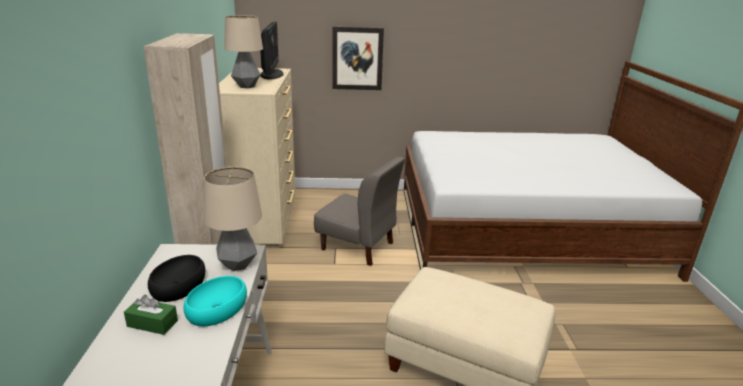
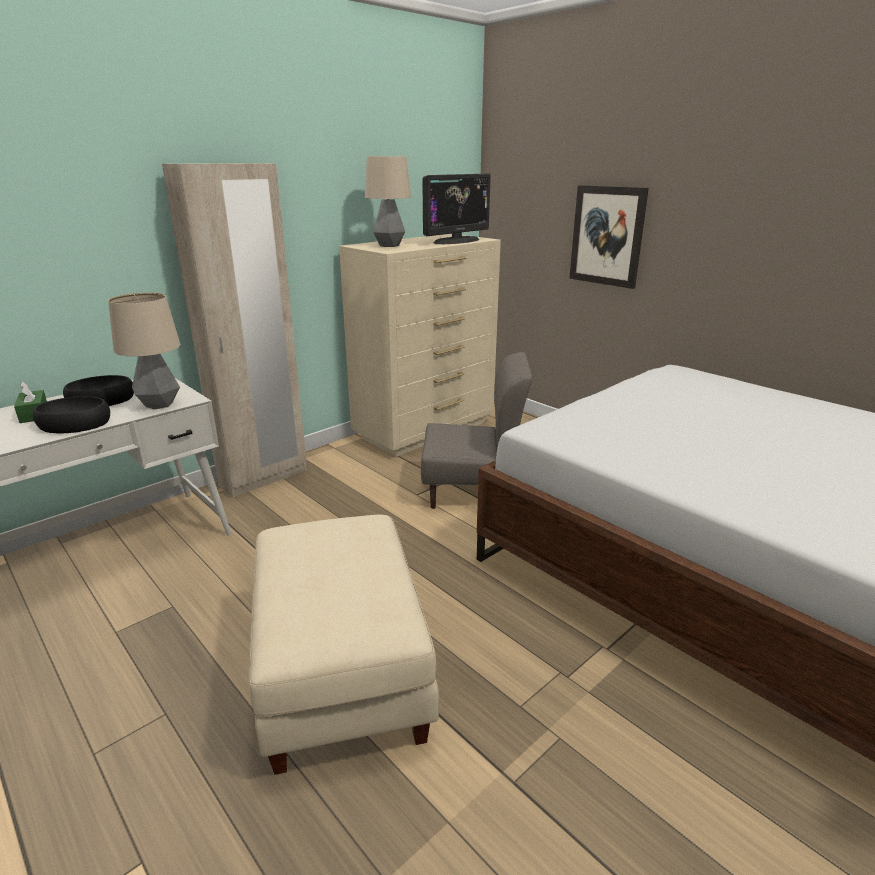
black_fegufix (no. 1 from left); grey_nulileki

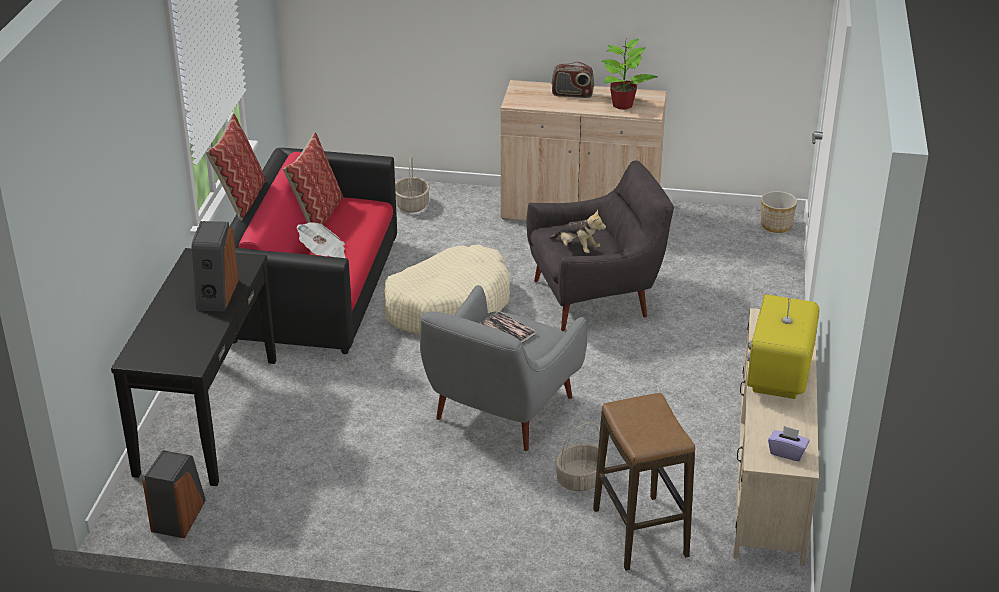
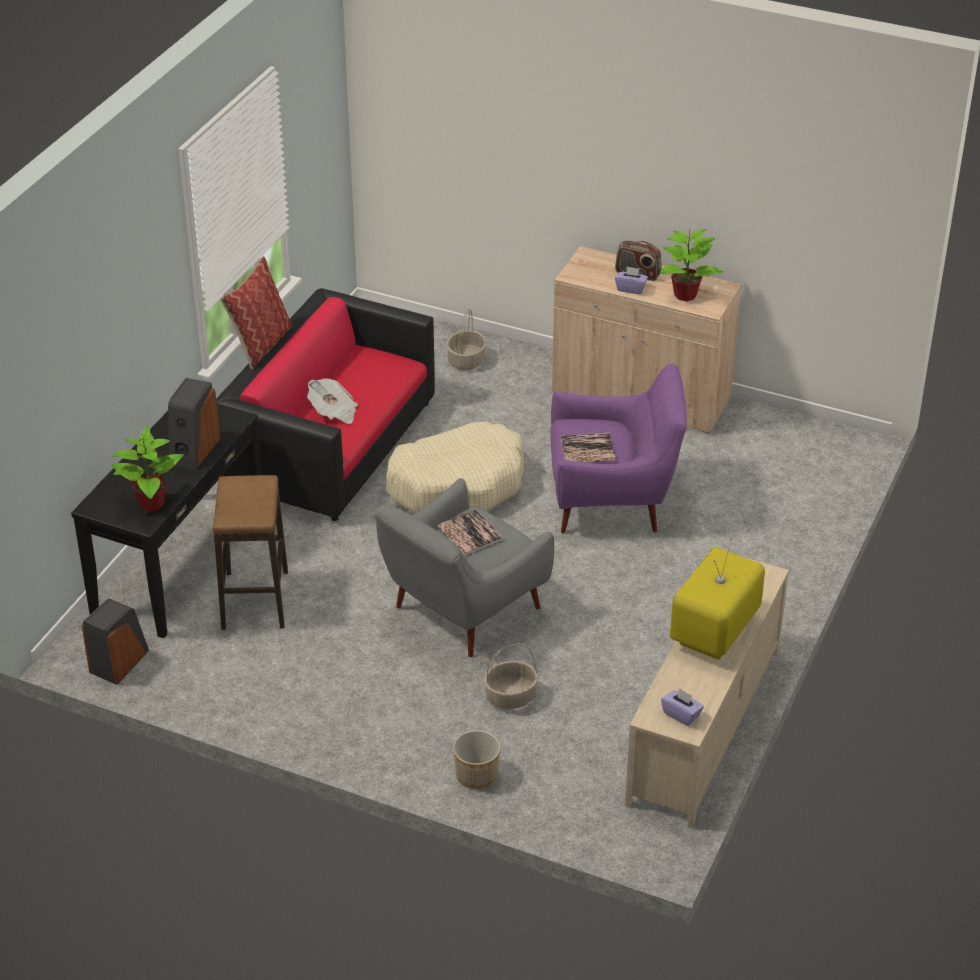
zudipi (no. 2 from left in the first image); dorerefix (no. 1 from left); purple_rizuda (no. 1 from left); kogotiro; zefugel; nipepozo (no. 2 from left); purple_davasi

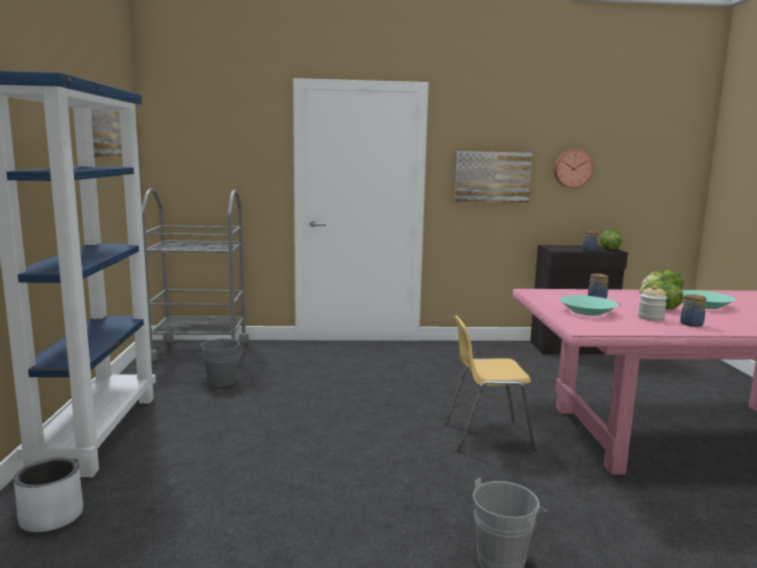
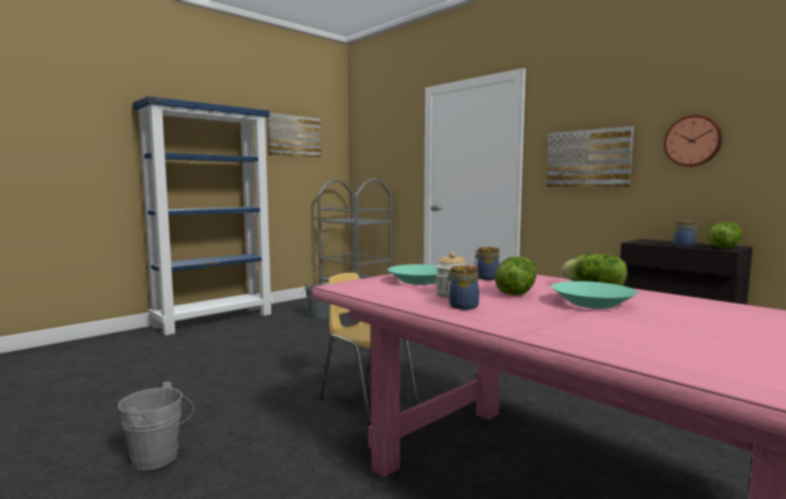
grey_zefugel

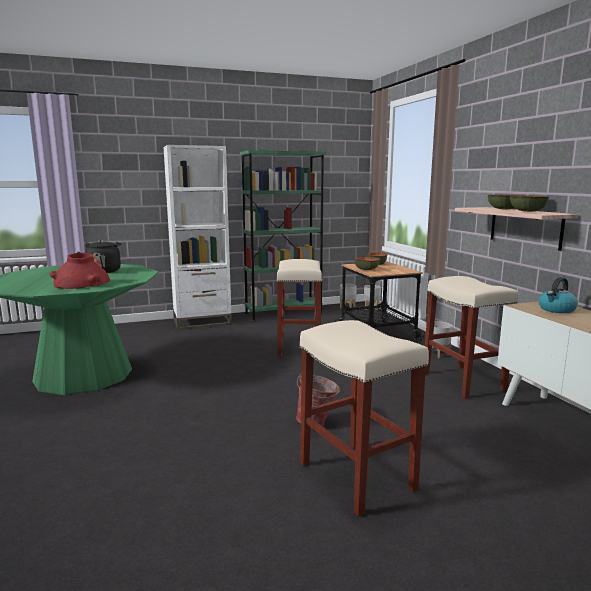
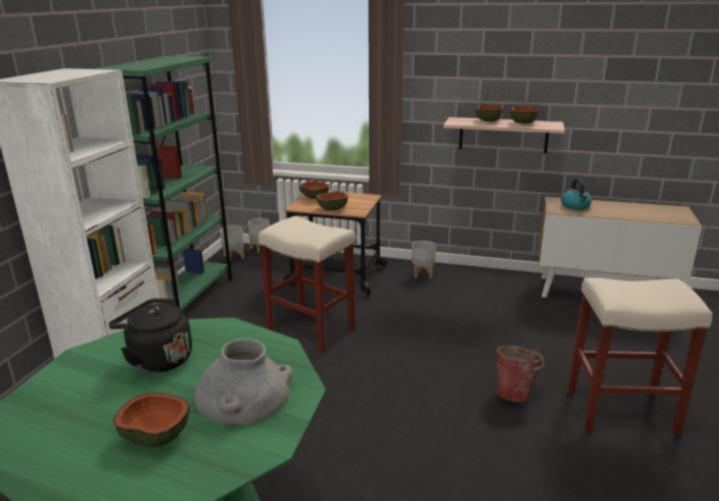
beige_kogotiro (no. 3 from left in the first image); fegufix (no. 1 from left); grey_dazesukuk

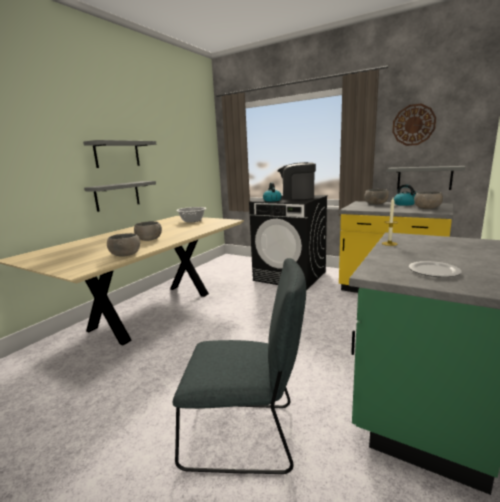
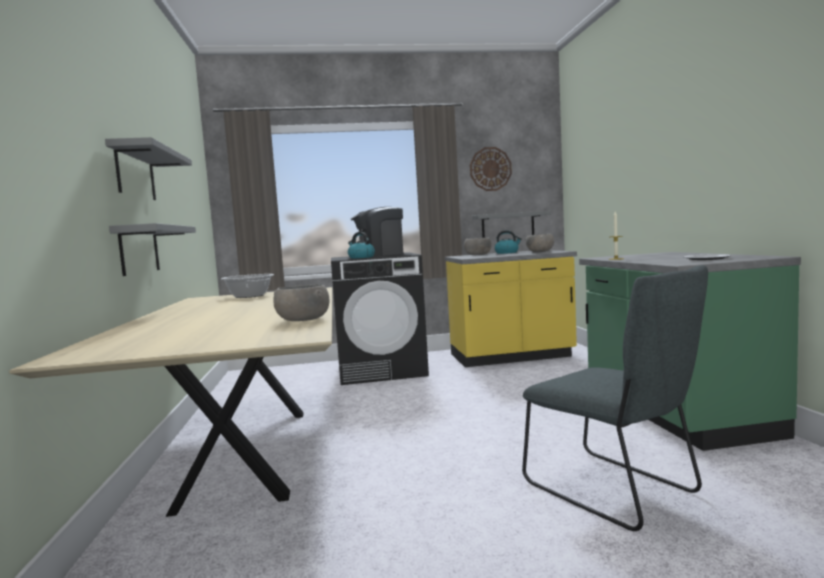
grey_fegufix (no. 2 from left in the first image); grey_nulileki

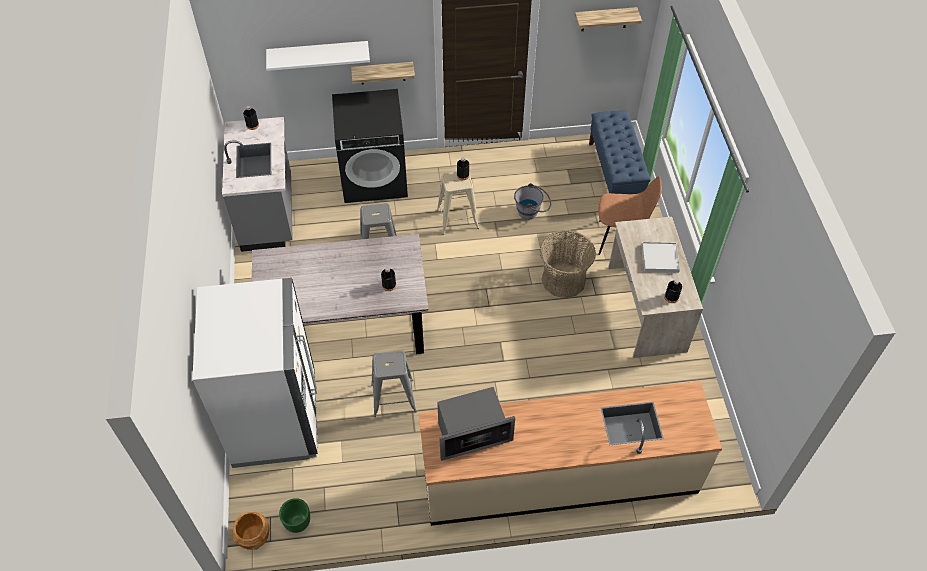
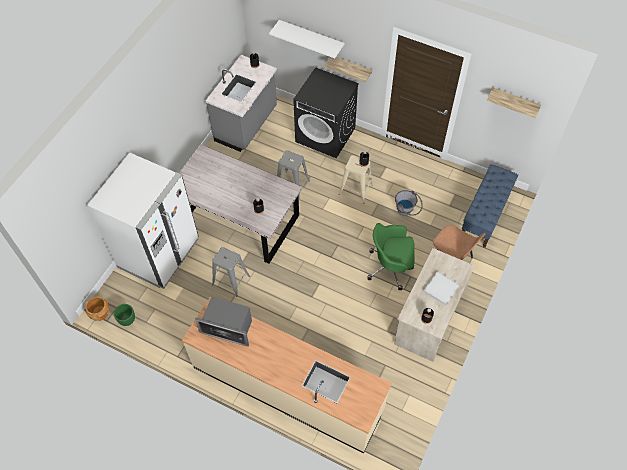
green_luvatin

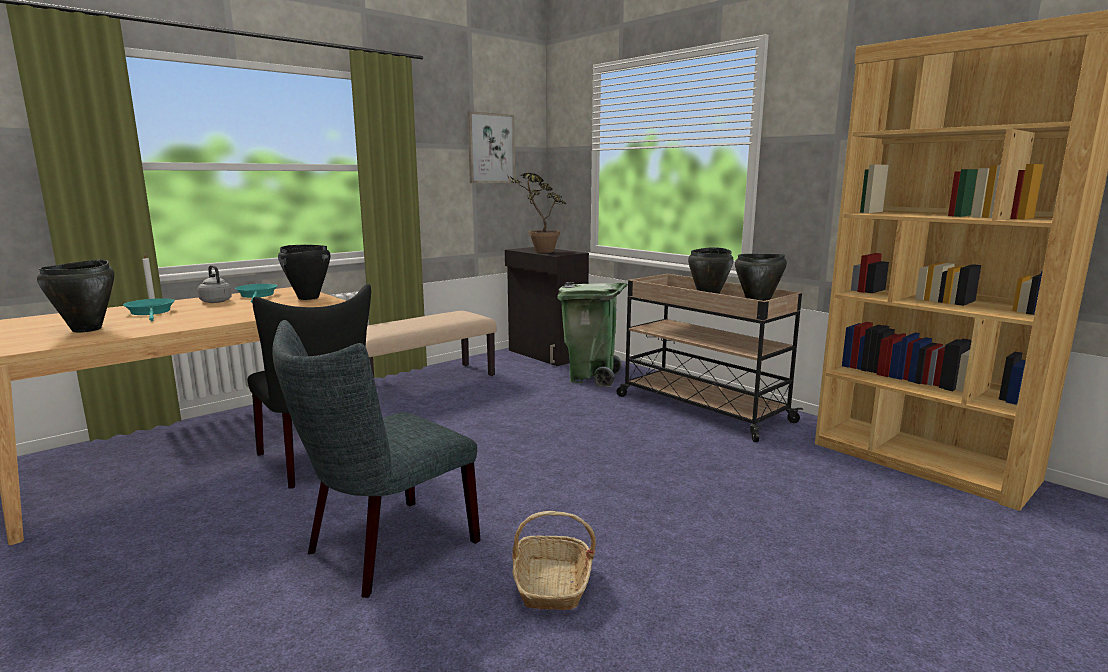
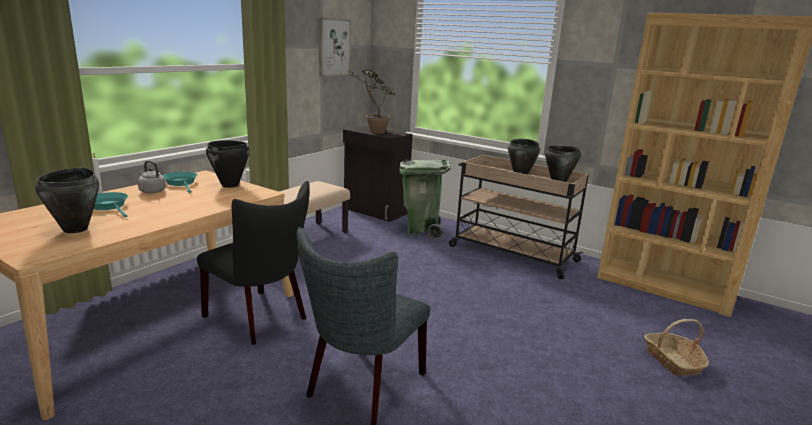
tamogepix

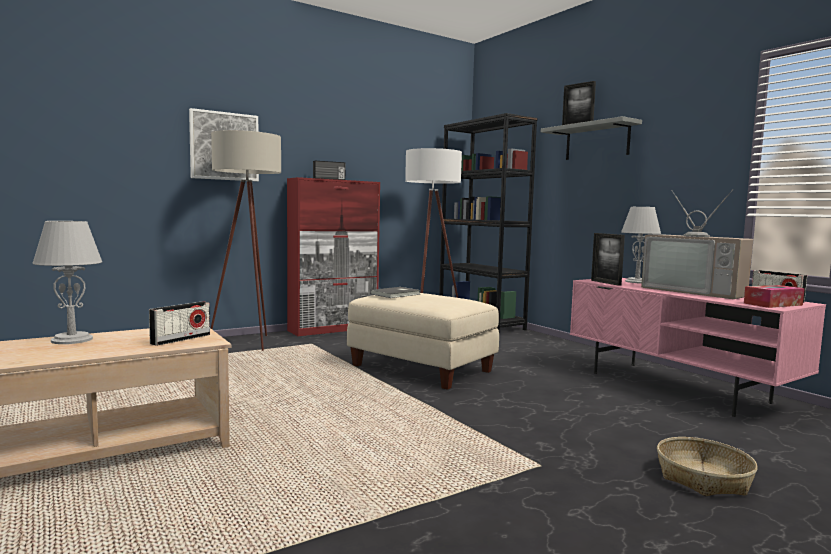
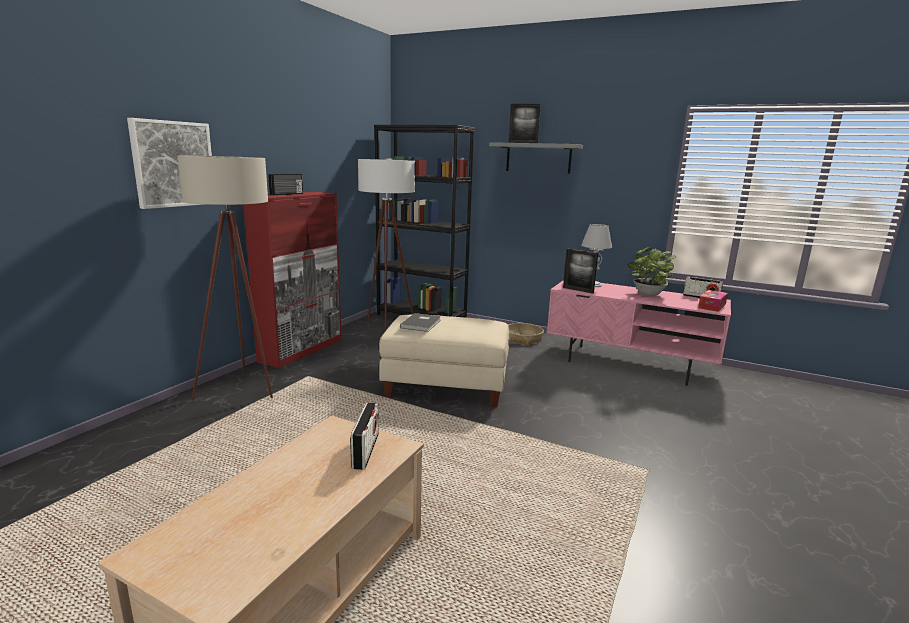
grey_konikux (no. 1 from left in the first image); tamogepix; dorerefix

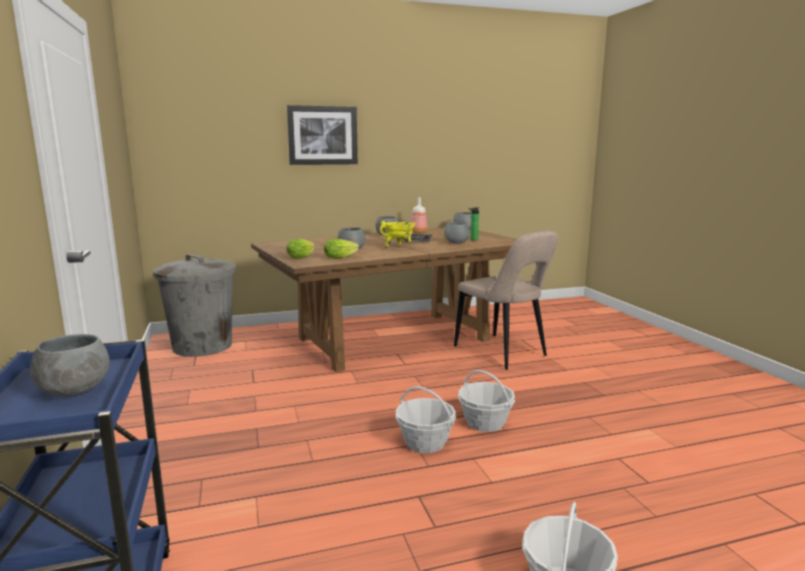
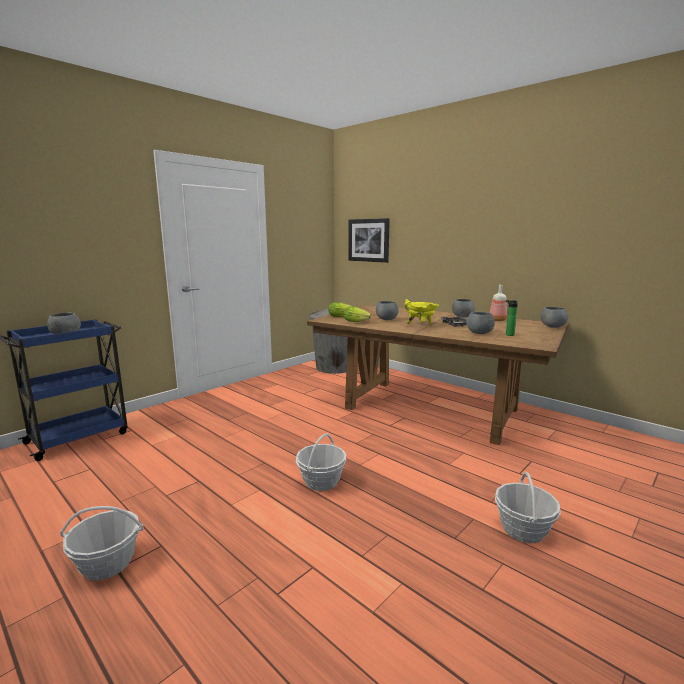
beige_nulileki; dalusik; tamogepix (no. 3 from left)

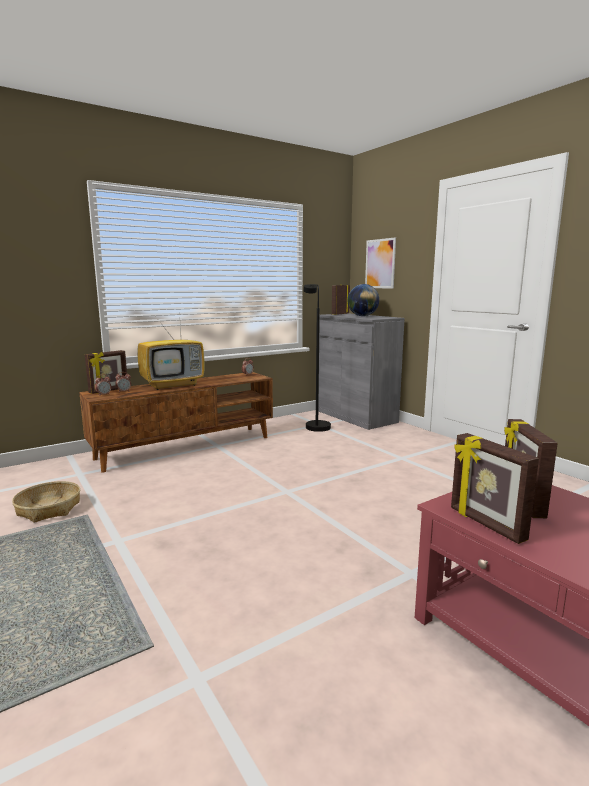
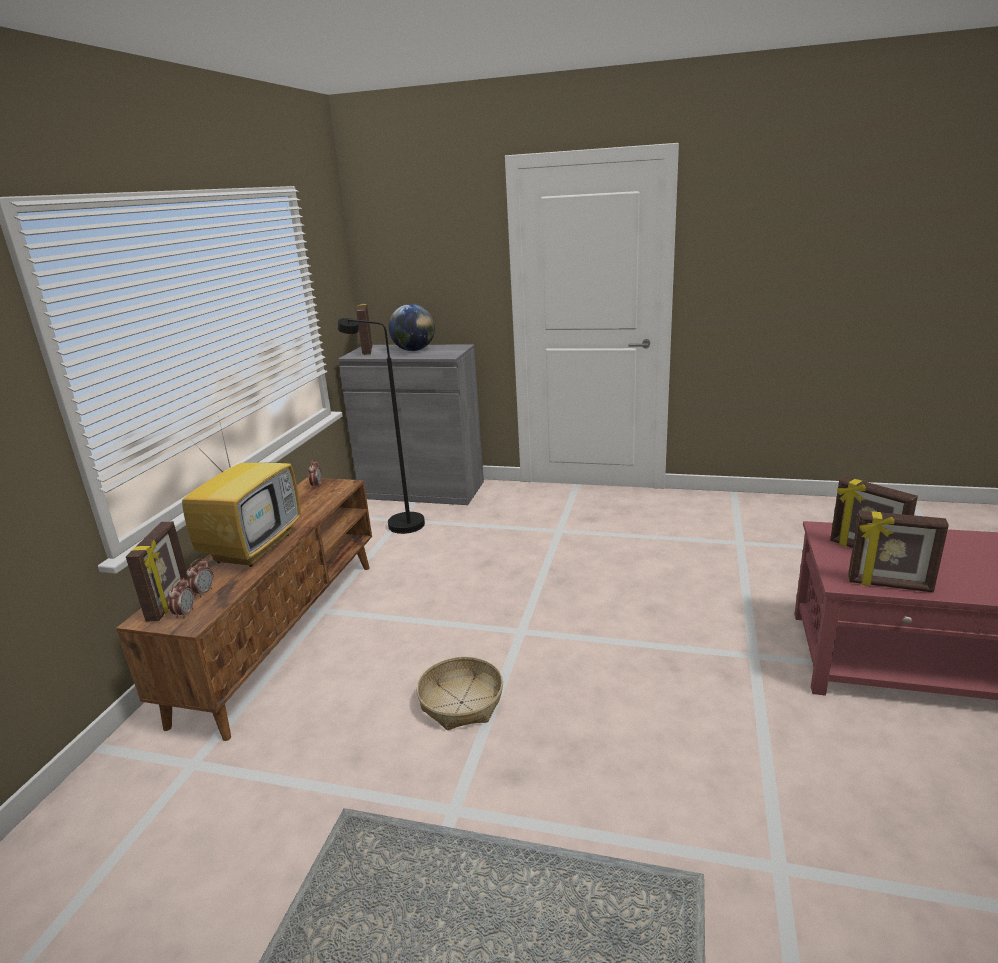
dalusik; tamogepix

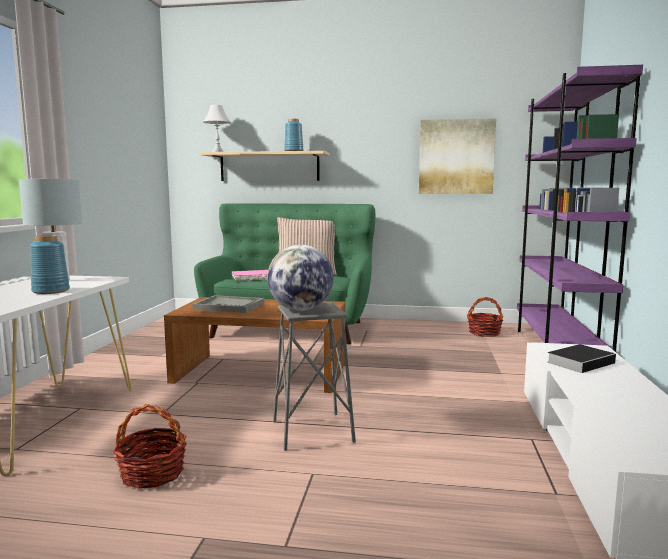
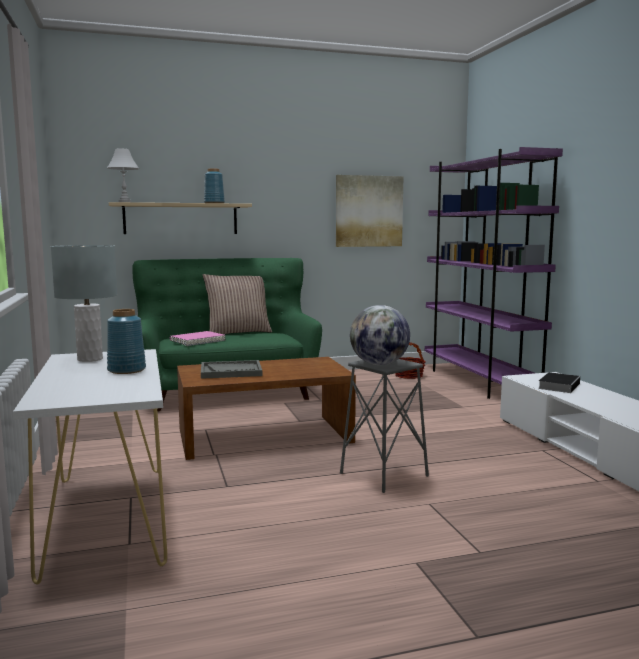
tamogepix (no. 1 from left in the first image)

